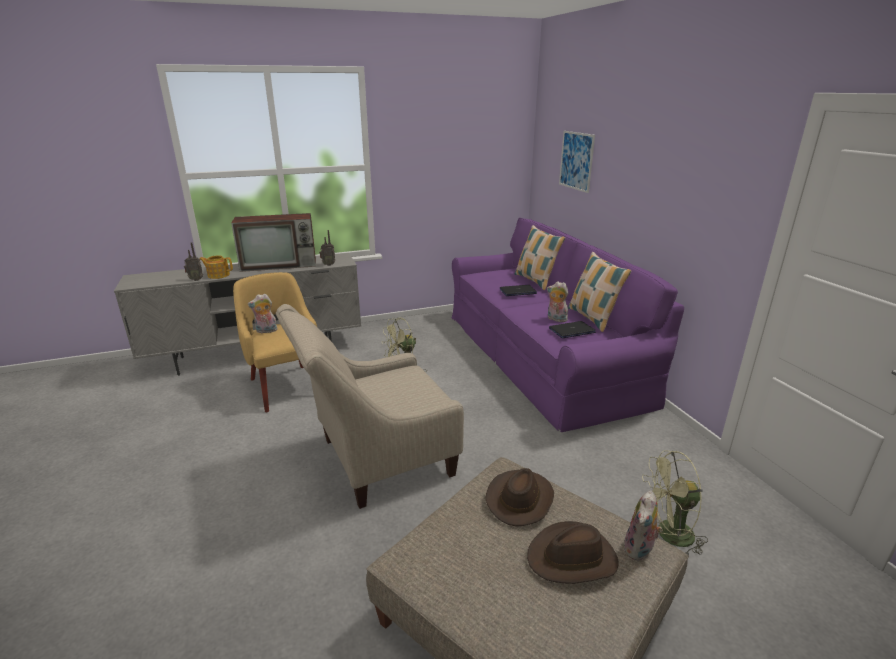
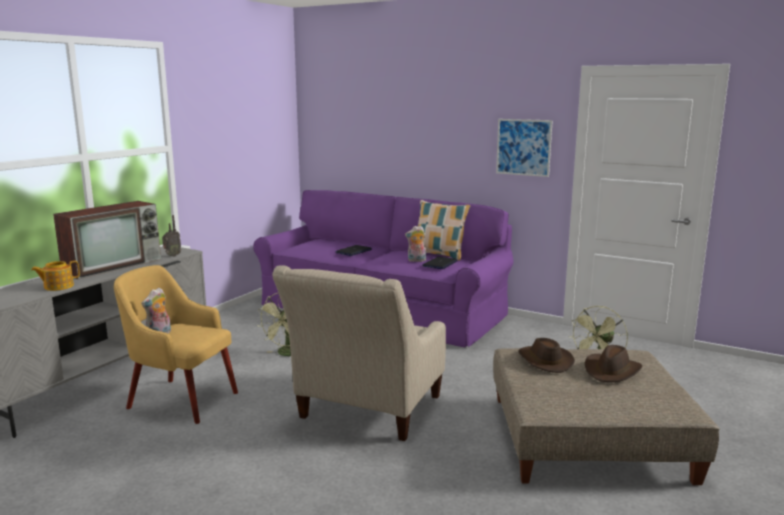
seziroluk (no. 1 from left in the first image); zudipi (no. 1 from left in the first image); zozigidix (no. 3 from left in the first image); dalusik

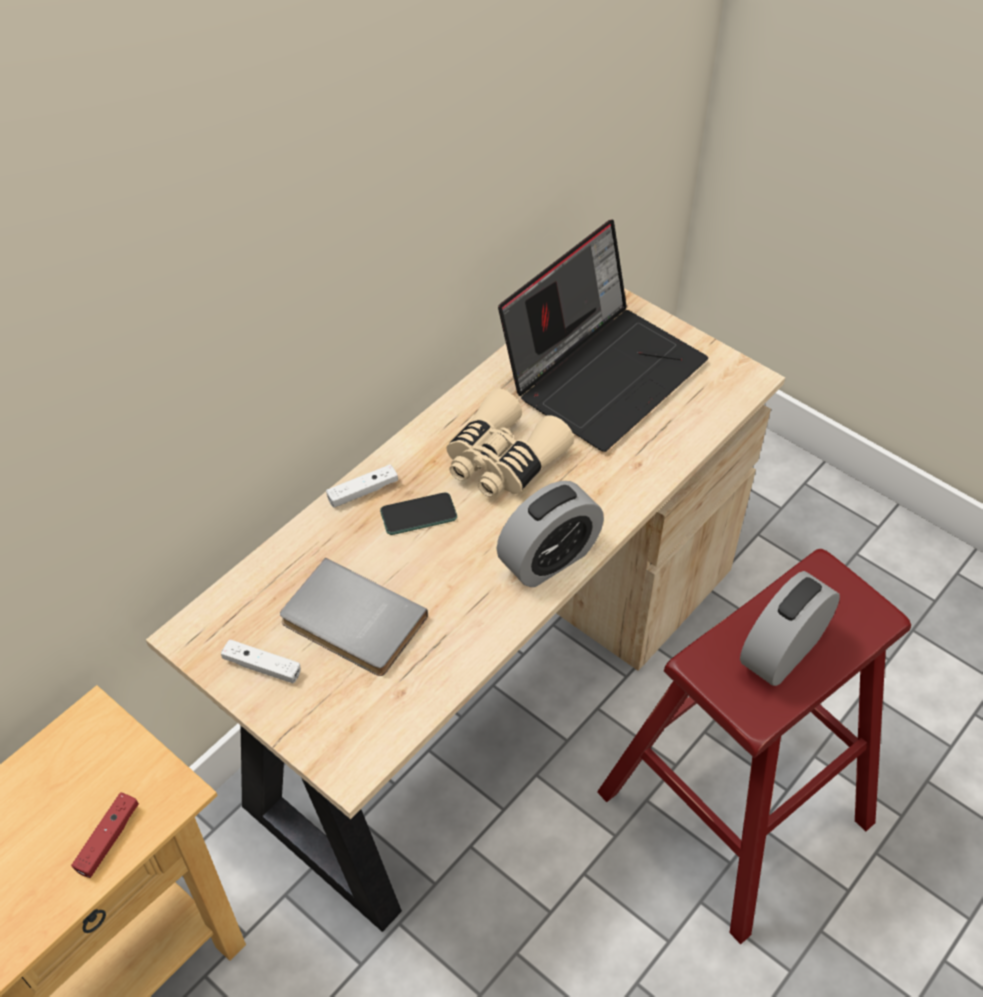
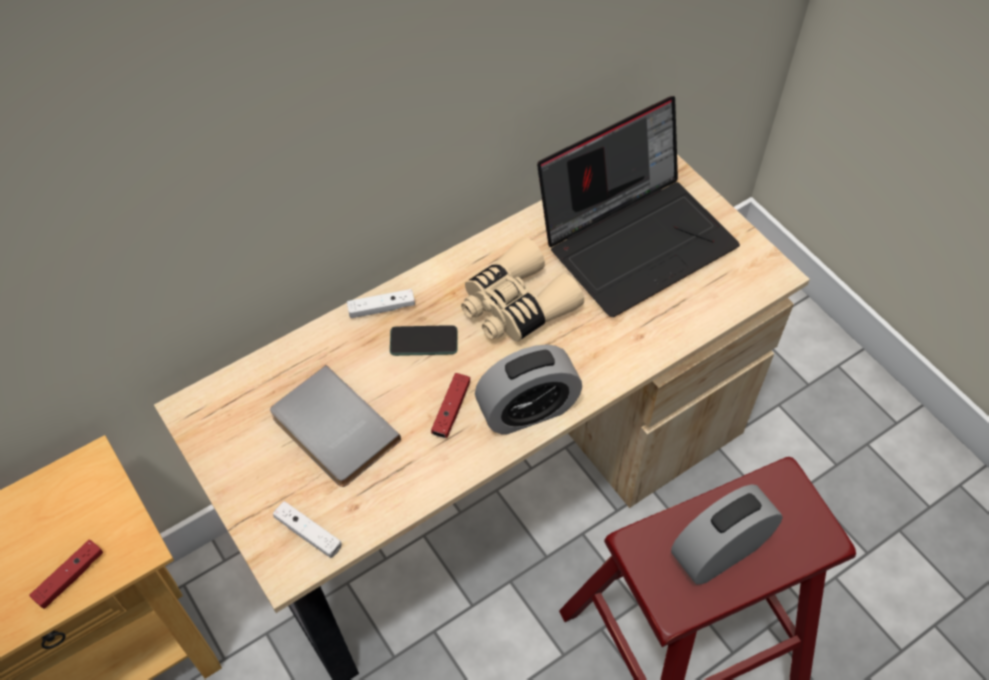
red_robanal (no. 2 from left); white_robanal (no. 1 from left)

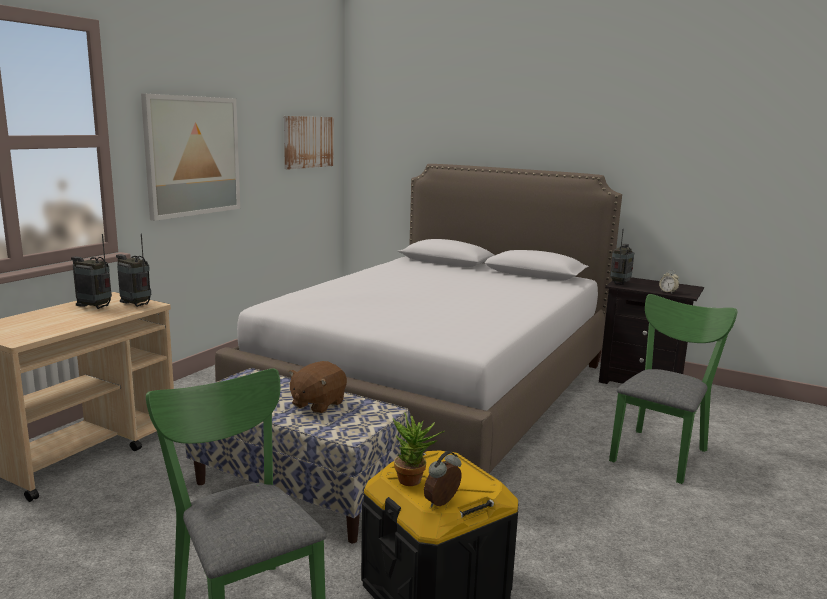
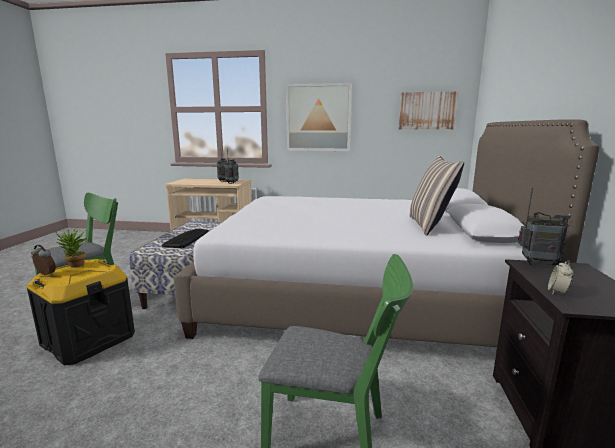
zudipi; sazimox

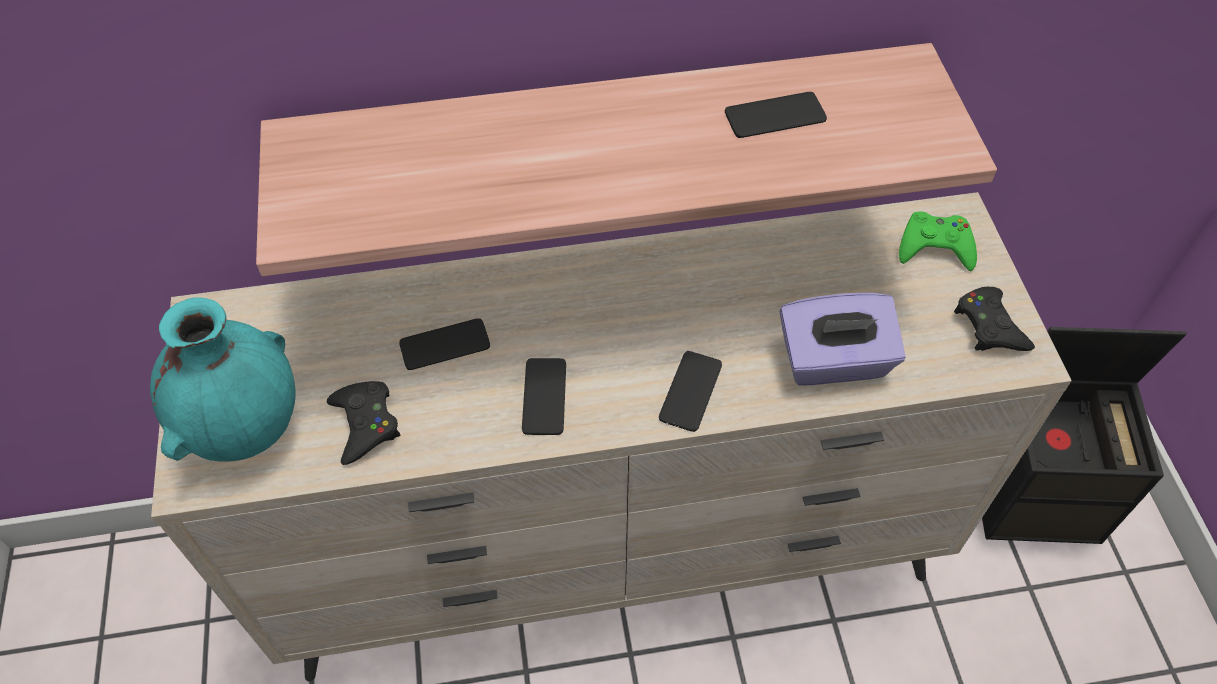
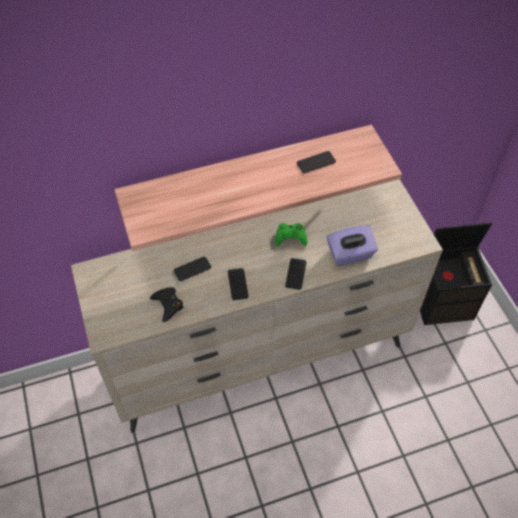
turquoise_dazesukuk; black_robanal (no. 2 from left in the first image); green_robanal

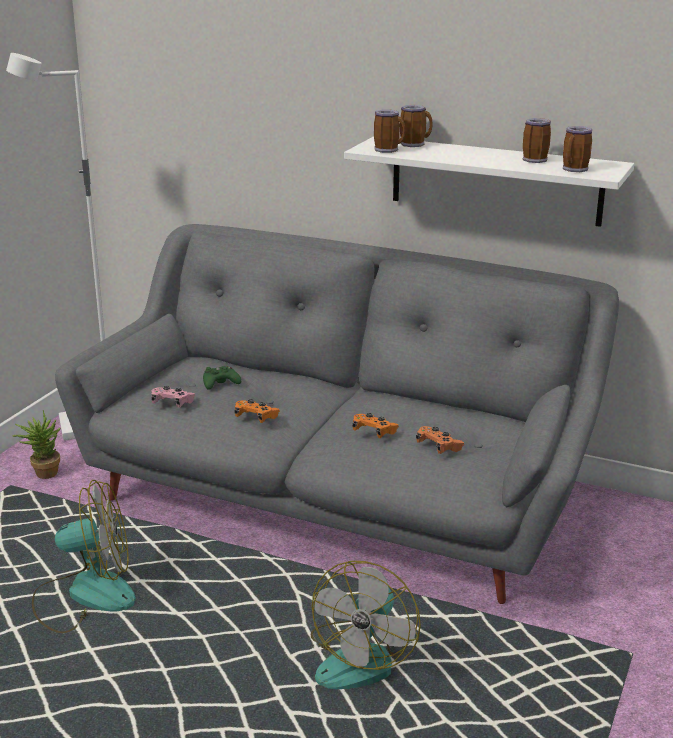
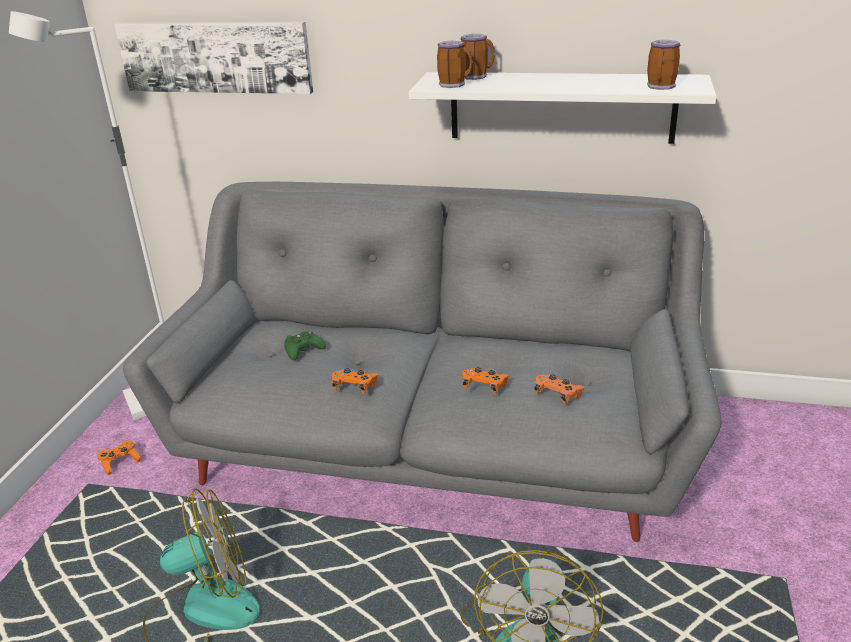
pink_robanal; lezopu (no. 3 from left in the first image); dalusik; orange_robanal (no. 1 from left)

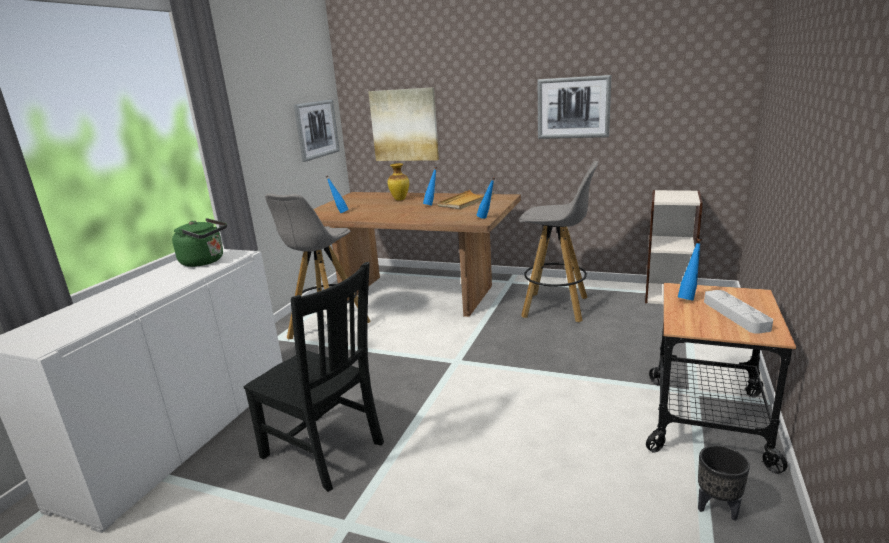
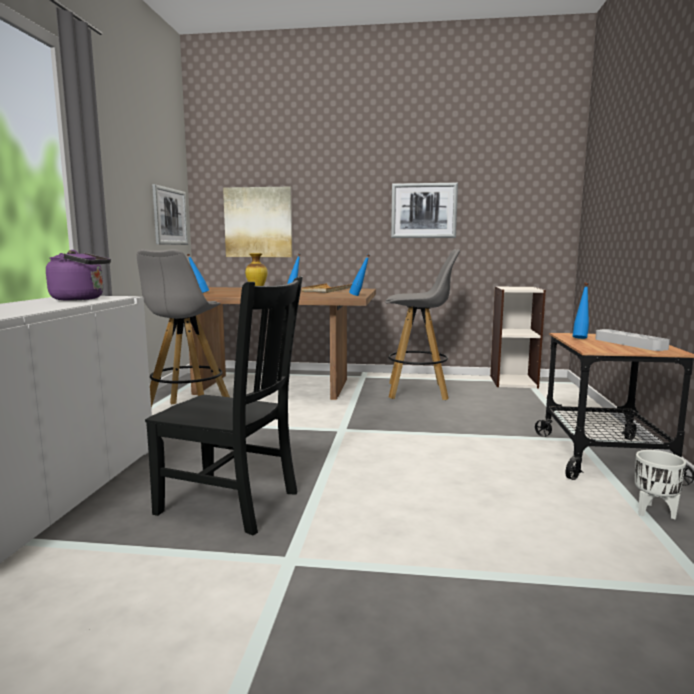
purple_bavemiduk; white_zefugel

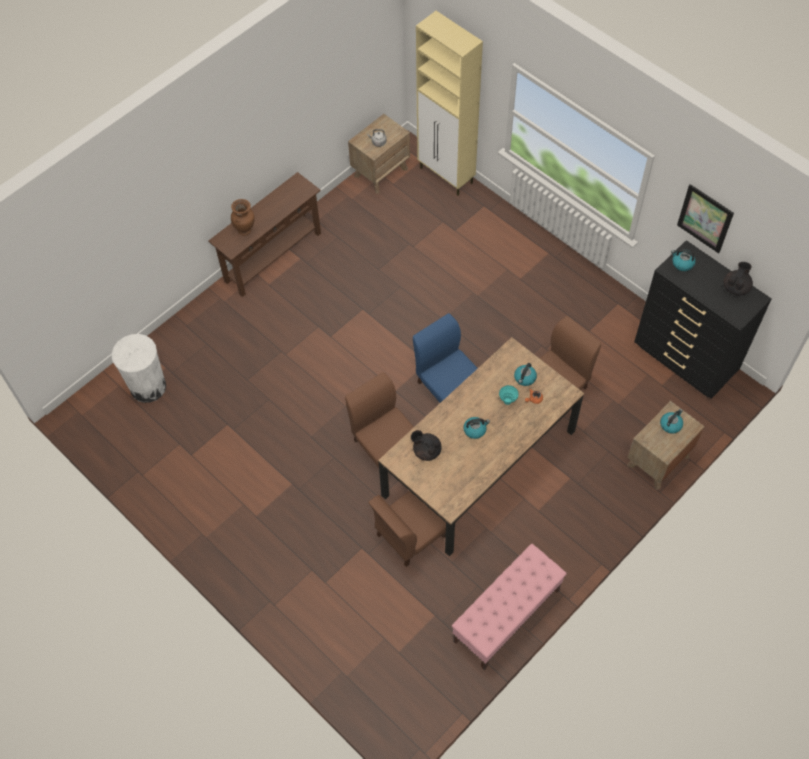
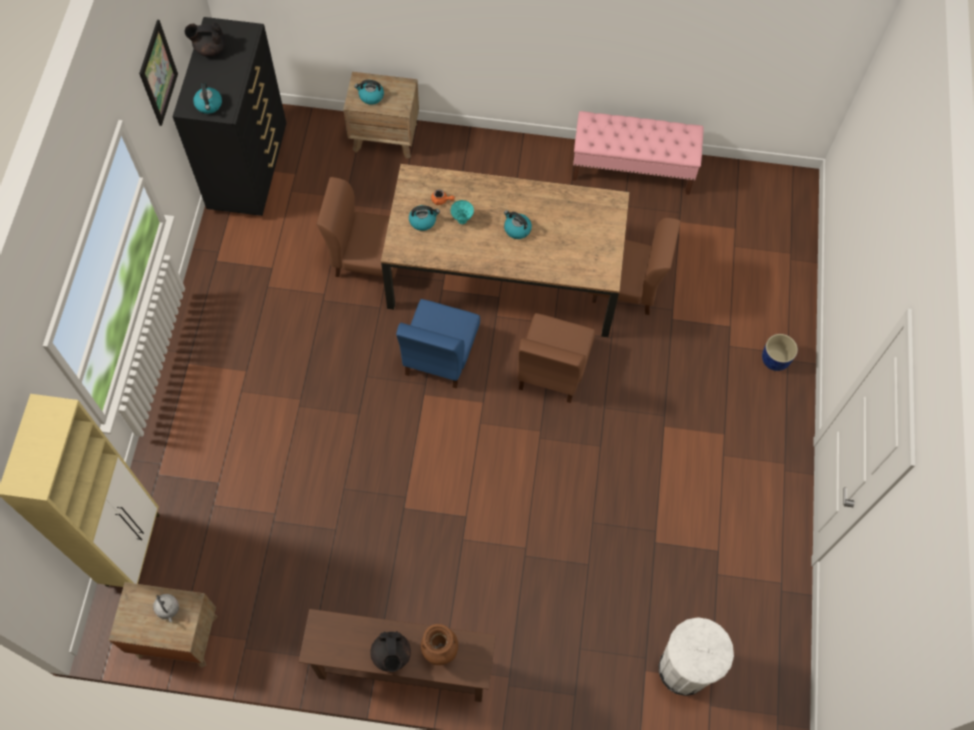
blue_zefugel; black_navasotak (no. 2 from left)

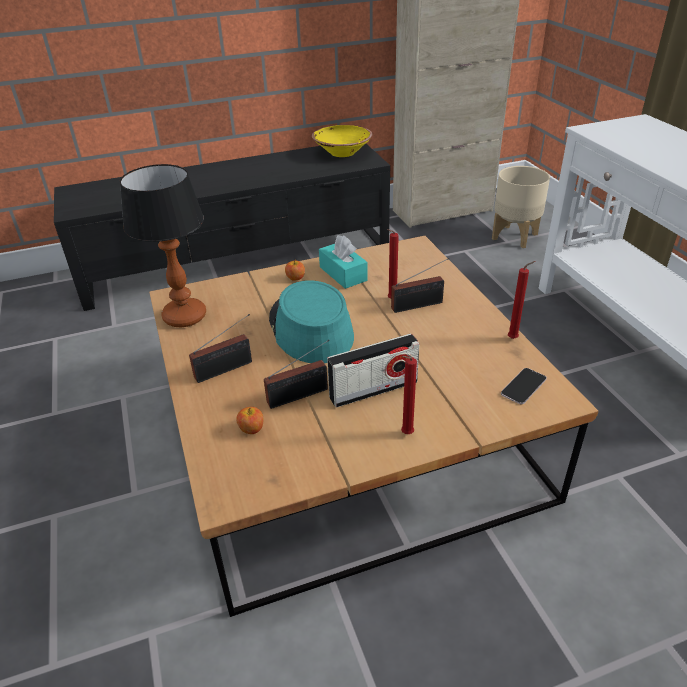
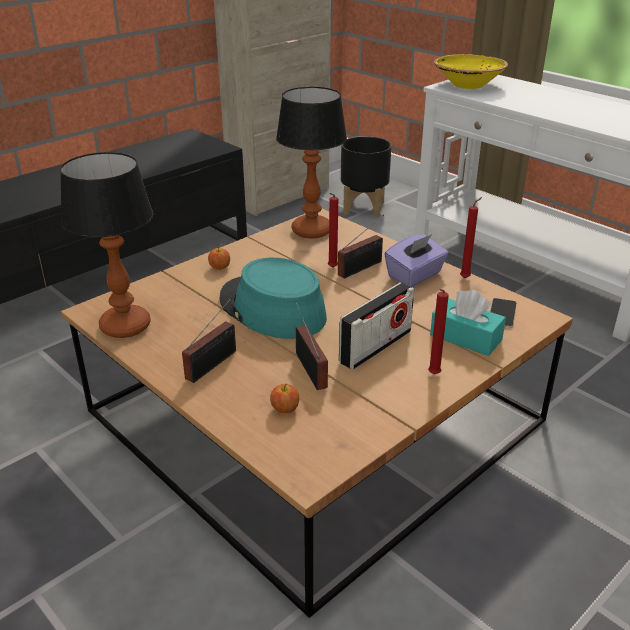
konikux (no. 2 from left); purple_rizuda; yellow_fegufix; turquoise_rizuda; black_zefugel; seziroluk (no. 2 from left)

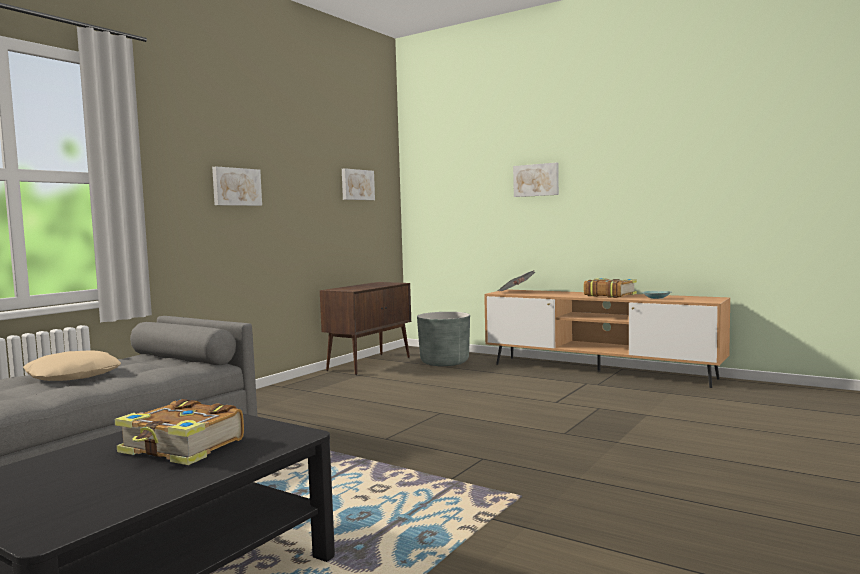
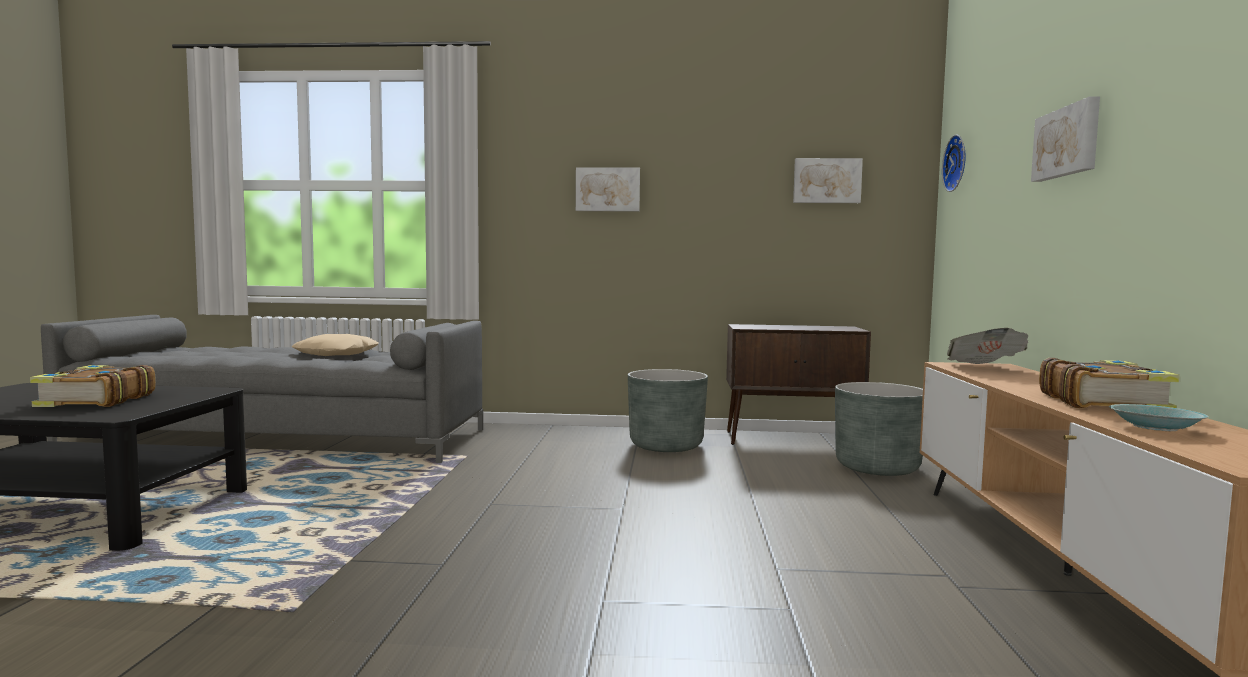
grey_zefugel (no. 1 from left); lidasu

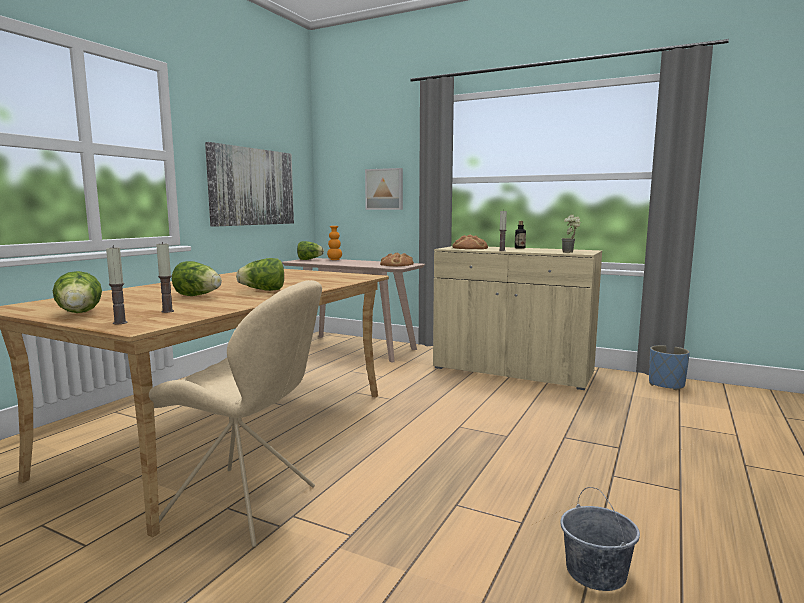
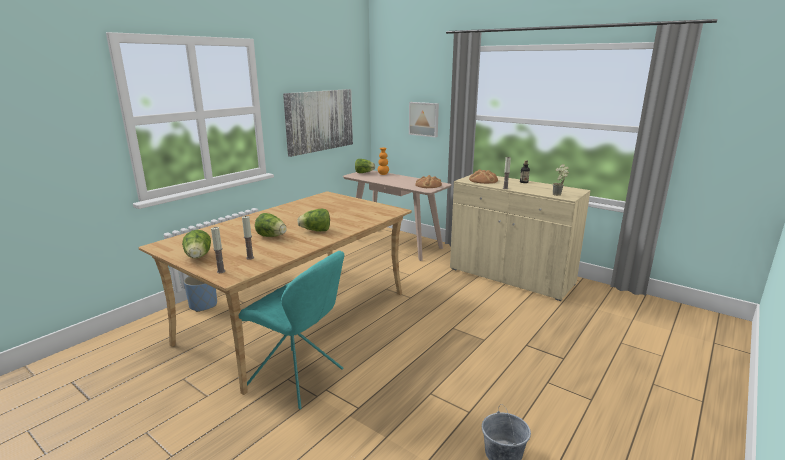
blue_zefugel; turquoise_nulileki

